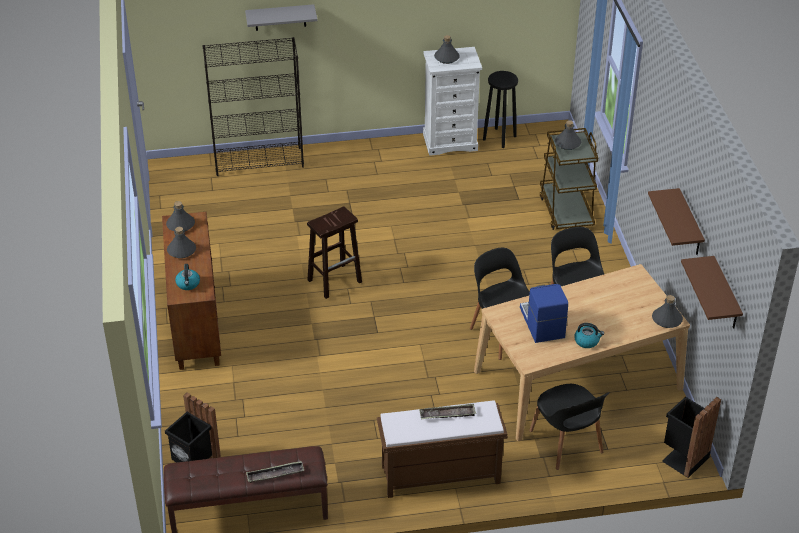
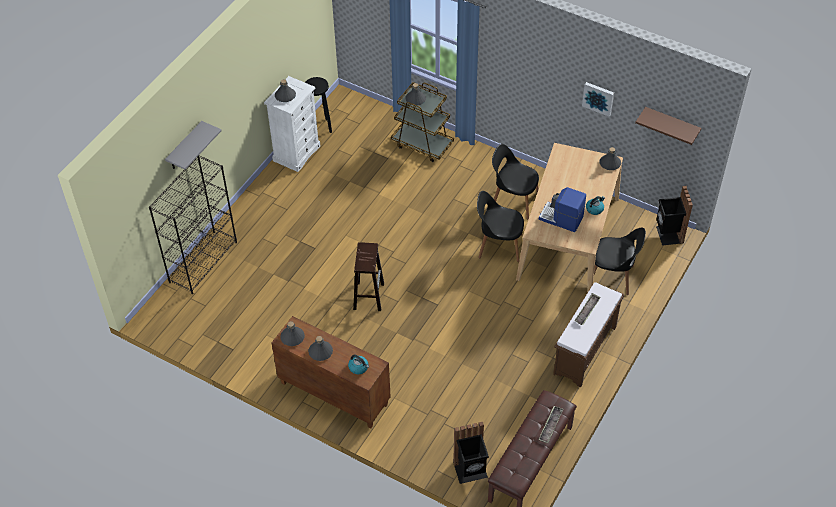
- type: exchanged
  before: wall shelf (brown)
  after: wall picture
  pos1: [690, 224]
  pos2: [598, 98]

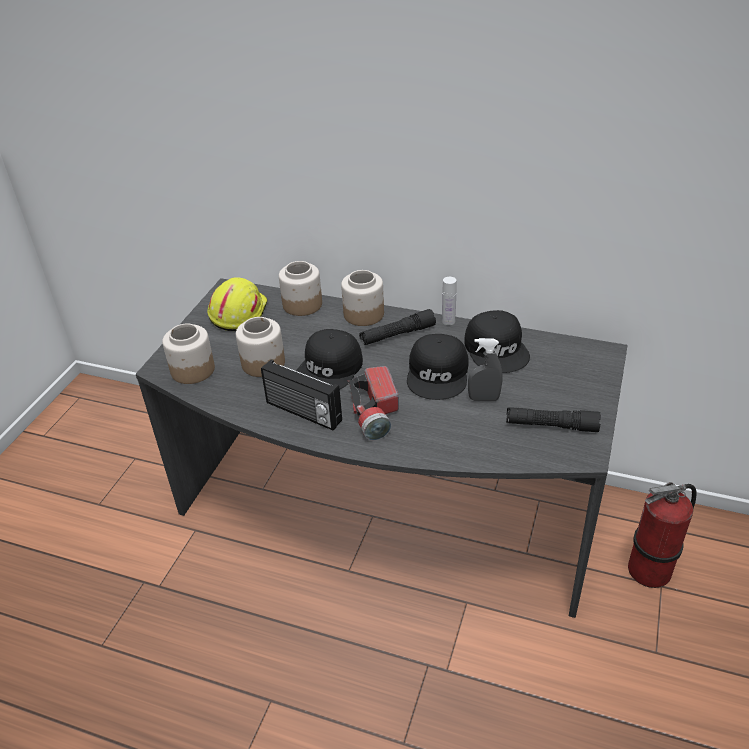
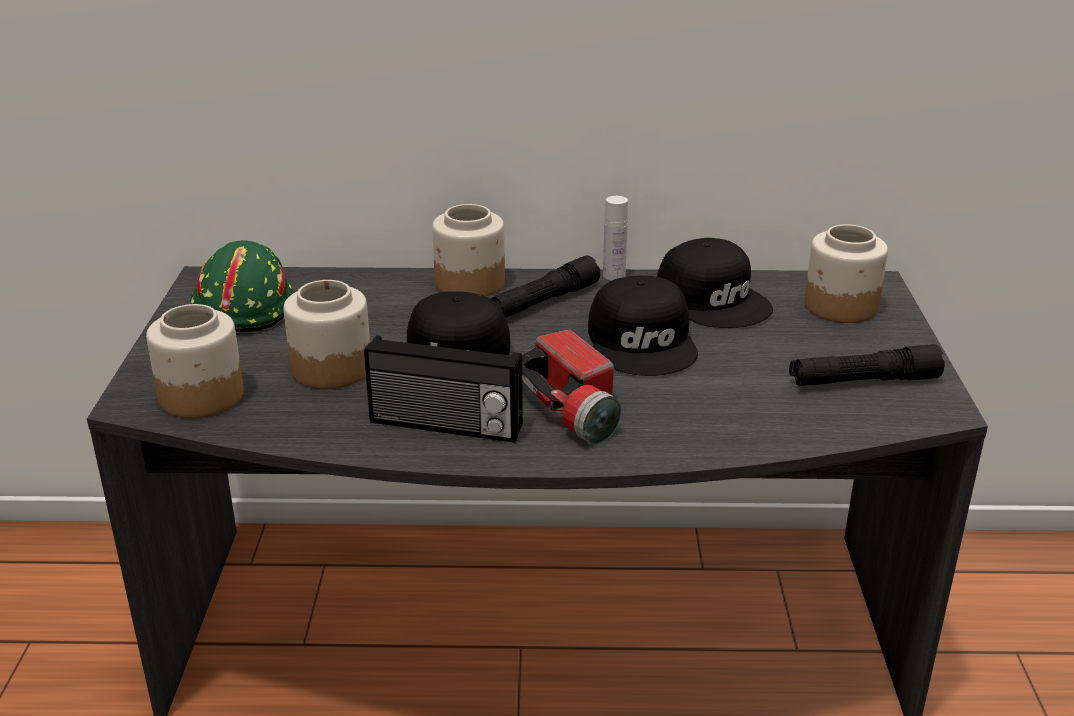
- type: colour
  before: safety helmet (yellowish)
  after: safety helmet (greenish)
  pos1: [237, 312]
  pos2: [243, 307]
- type: relocated
  before: jar
  pos1: [302, 305]
  pos2: [840, 307]
- type: missing
  before: hand sprayer (grey)
  pos1: [483, 399]
- type: missing
  before: extinguisher
  pos1: [650, 570]

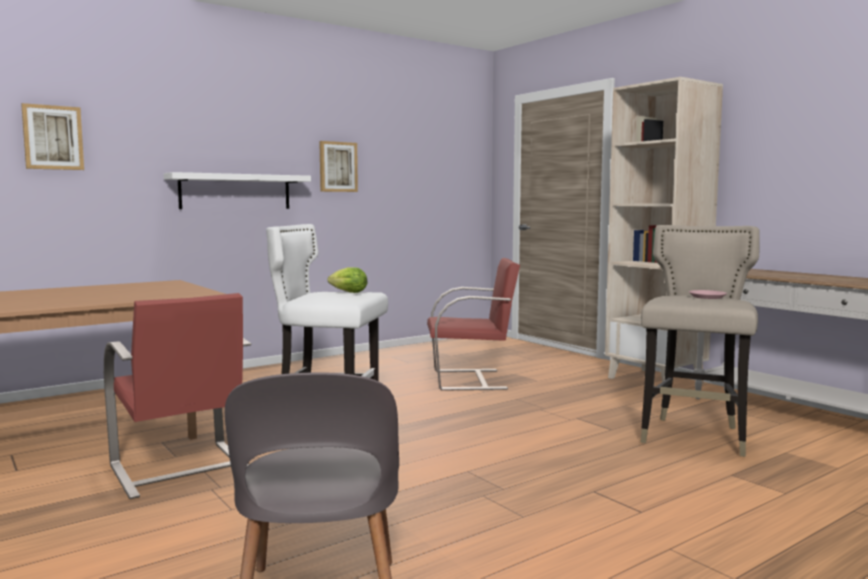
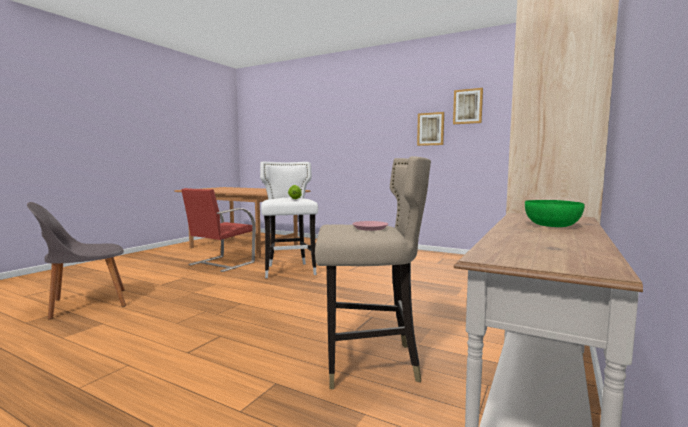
- type: relocated
  before: wall picture
  pos1: [53, 137]
  pos2: [467, 106]
- type: appeared
  after: serving bowl (greenish)
  pos2: [551, 225]
- type: missing
  before: wall shelf (whitish)
  pos1: [235, 192]
- type: missing
  before: upright chair (red-coloured)
  pos1: [471, 380]

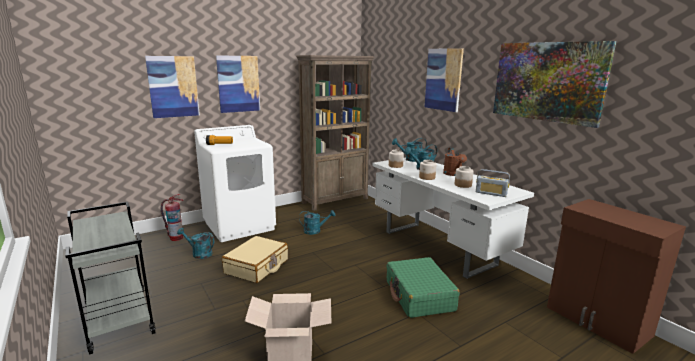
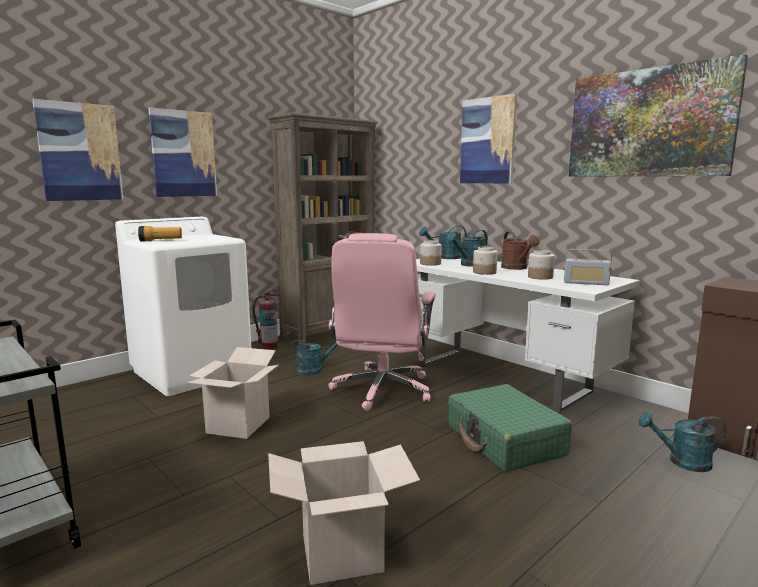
- type: exchanged
  before: travel case (beige-coloured)
  after: packing box
  pos1: [257, 266]
  pos2: [238, 425]
- type: relocated
  before: extinguisher
  pos1: [176, 238]
  pos2: [269, 346]
- type: appeared
  after: desk chair (pinkish)
  pos2: [382, 390]
- type: relocated
  before: sprinkling can (turquoise-coloured)
  pos1: [199, 253]
  pos2: [682, 462]

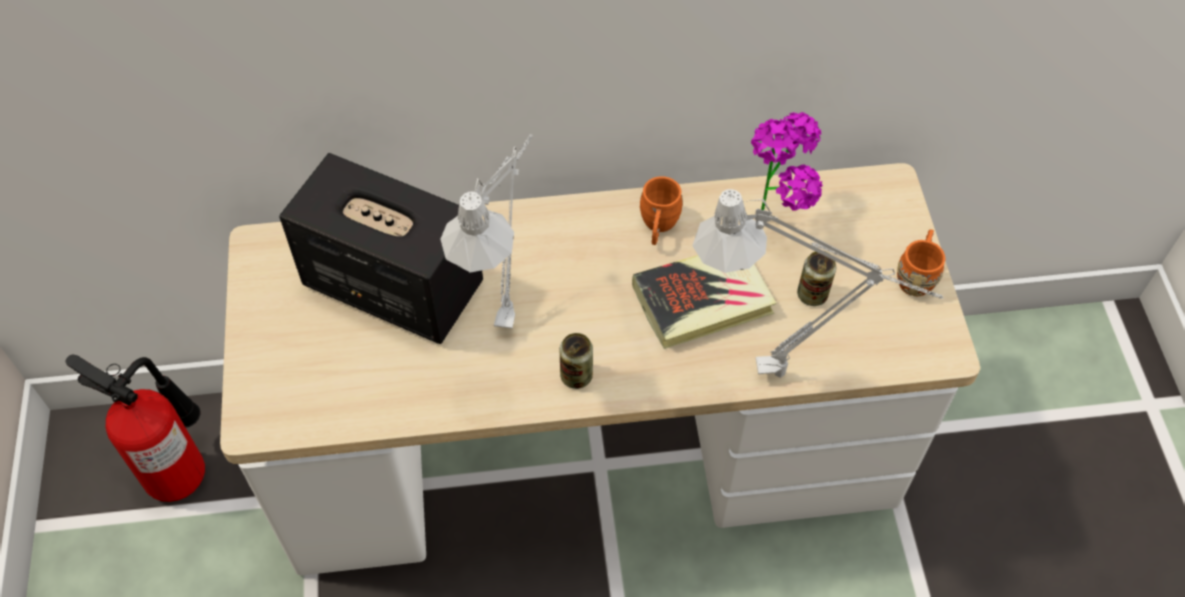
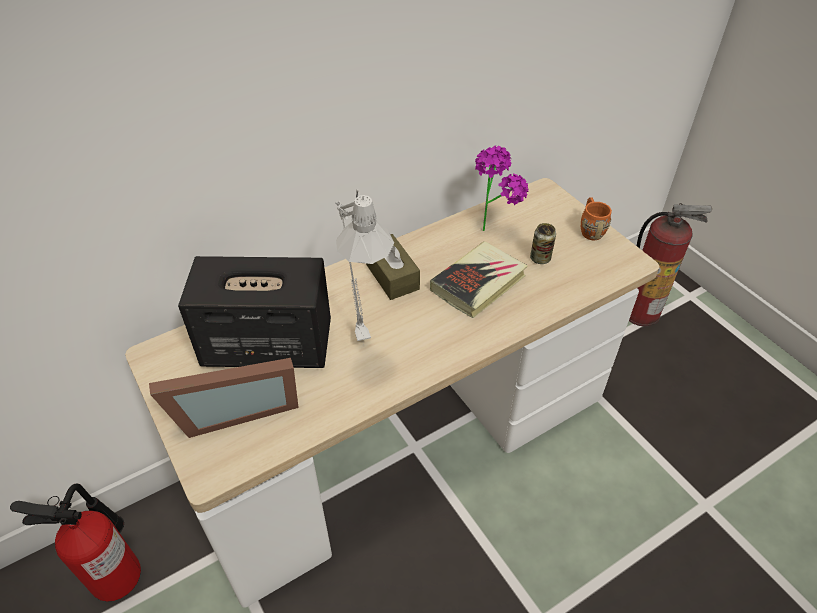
- type: appeared
  after: picture frame
  pos2: [235, 409]
- type: appeared
  after: tissue box (brown)
  pos2: [391, 276]
- type: appeared
  after: extinguisher
  pos2: [641, 312]
- type: missing
  before: metal can
  pos1: [576, 376]
- type: missing
  before: tea mug (orange)
  pos1: [658, 227]
- type: missing
  before: table lamp (grey)
  pos1: [794, 374]

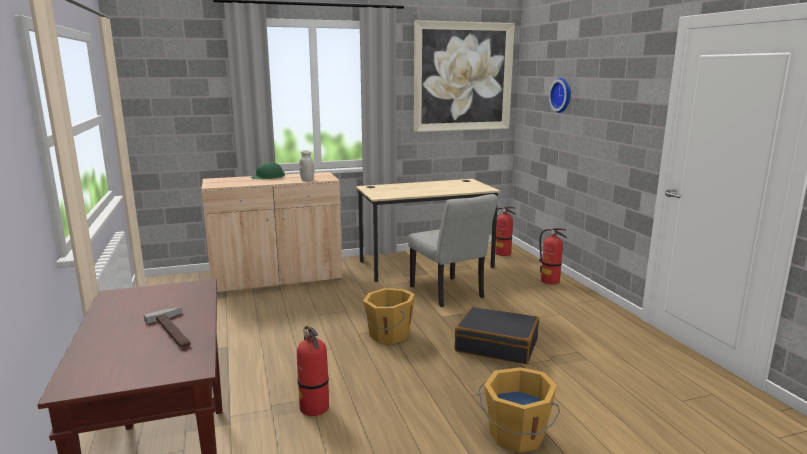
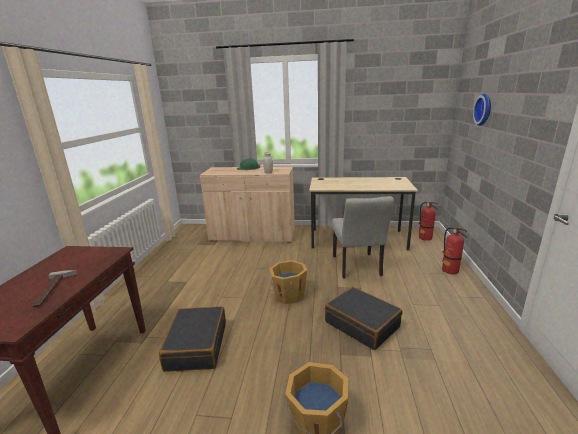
- type: exchanged
  before: extinguisher
  after: travel case (black)
  pos1: [315, 408]
  pos2: [196, 346]
- type: missing
  before: wall picture
  pos1: [463, 77]

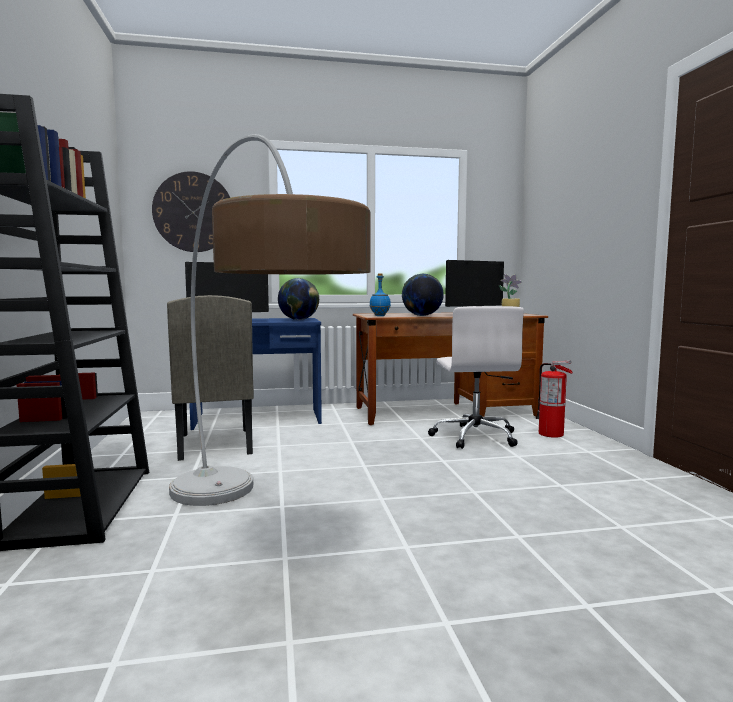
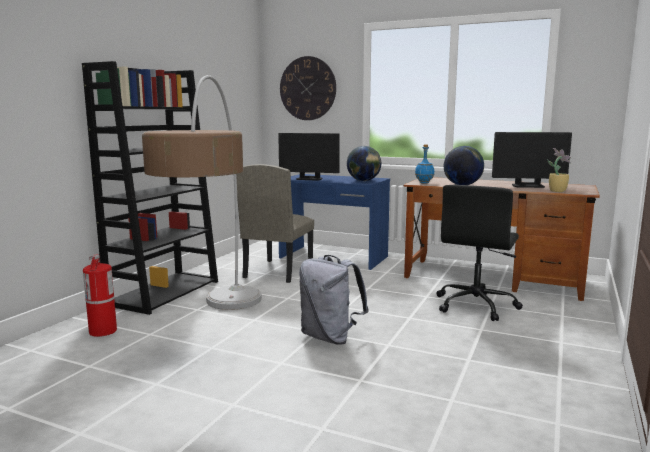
- type: relocated
  before: extinguisher
  pos1: [551, 434]
  pos2: [103, 331]
- type: appeared
  after: knapsack (grey)
  pos2: [330, 337]
- type: colour
  before: desk chair (whitish)
  after: desk chair (black)
  pos1: [475, 437]
  pos2: [476, 305]

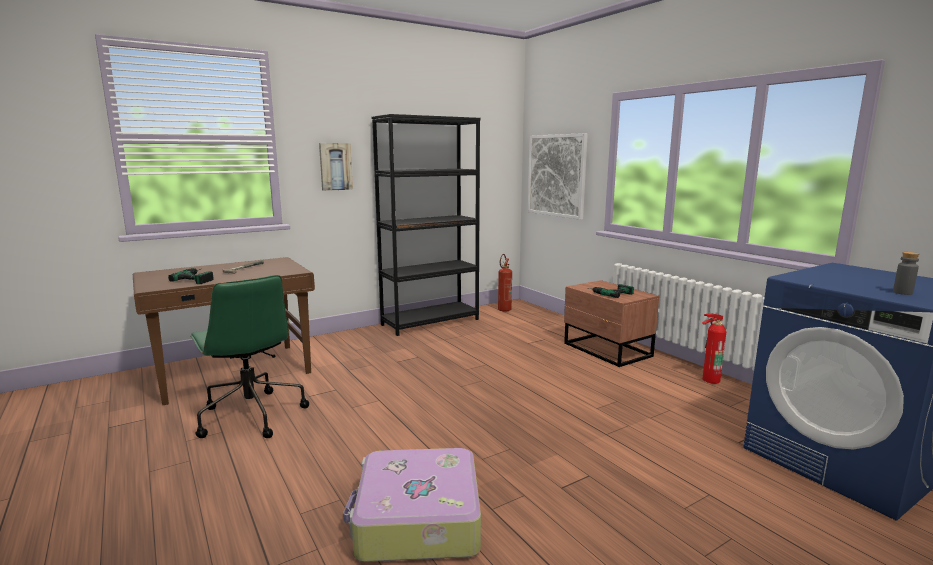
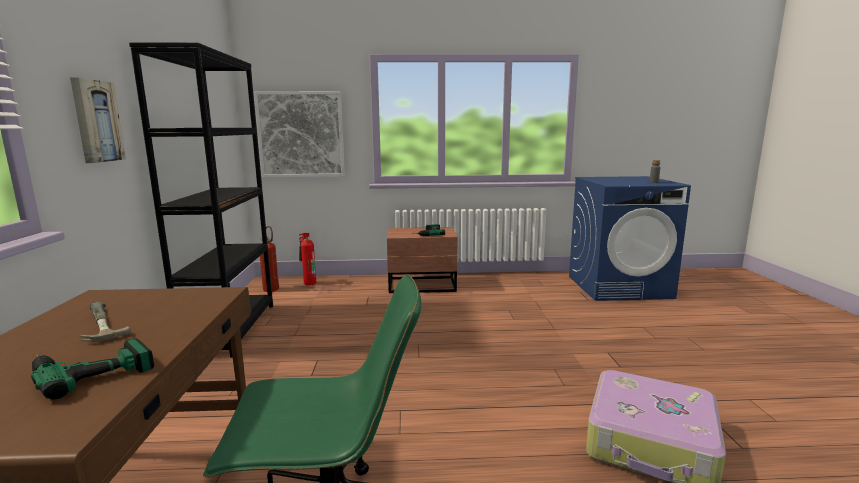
- type: relocated
  before: extinguisher
  pos1: [708, 379]
  pos2: [308, 283]

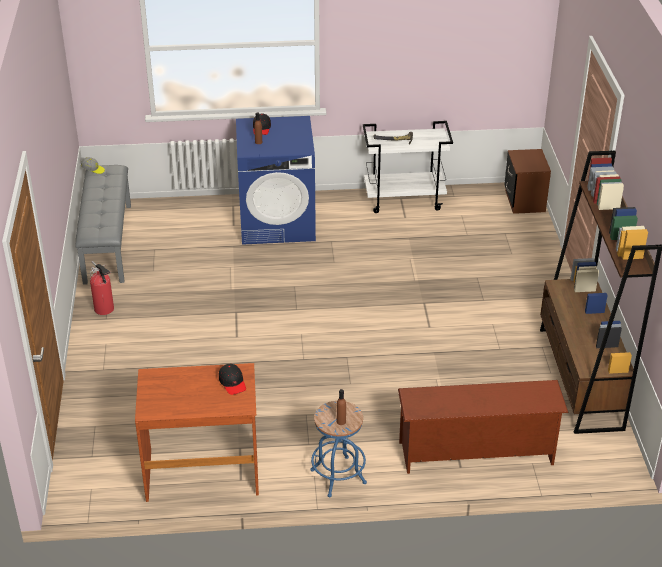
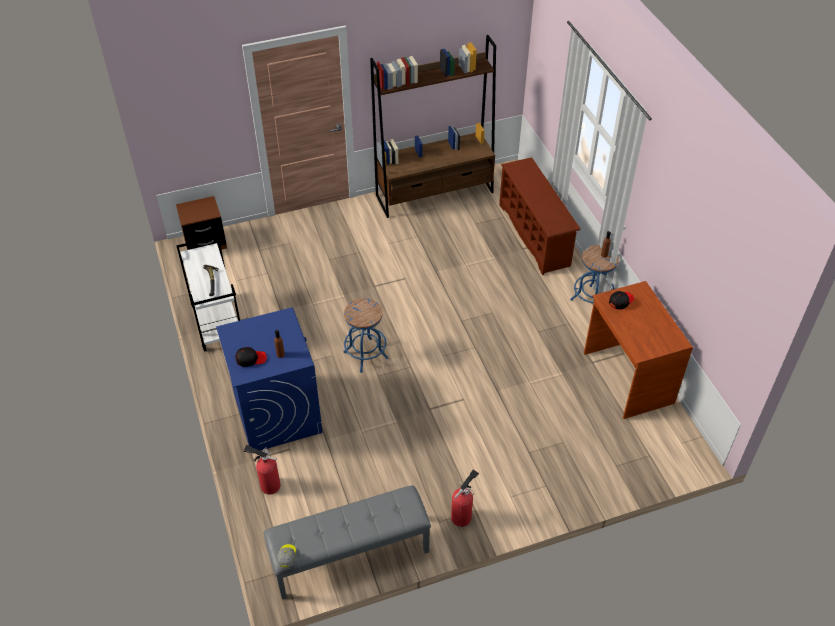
- type: appeared
  after: extinguisher
  pos2: [268, 485]
- type: appeared
  after: sitting stool (blue-coloured)
  pos2: [365, 355]

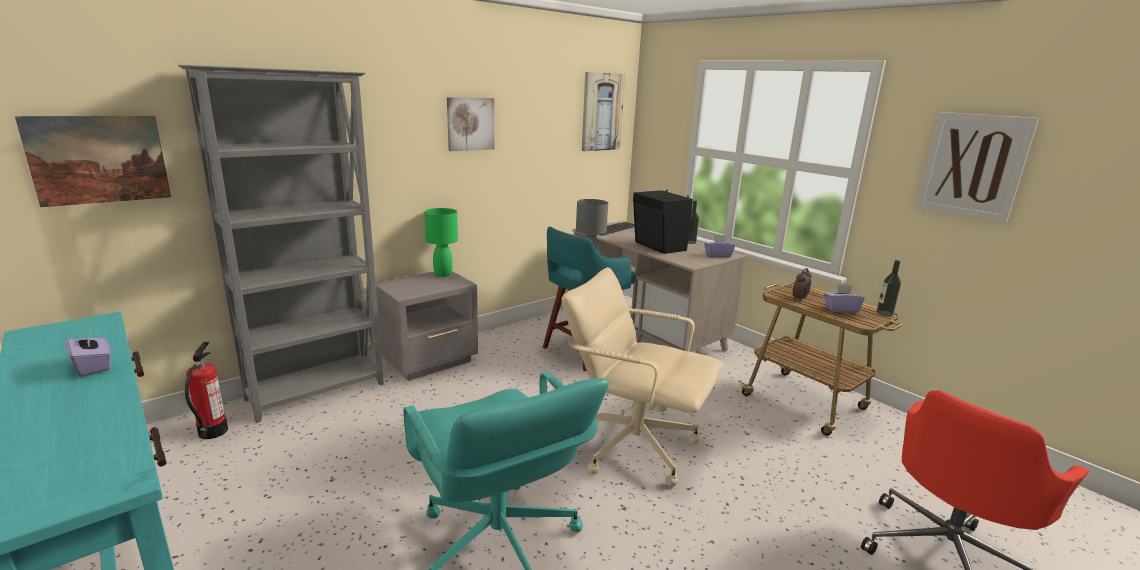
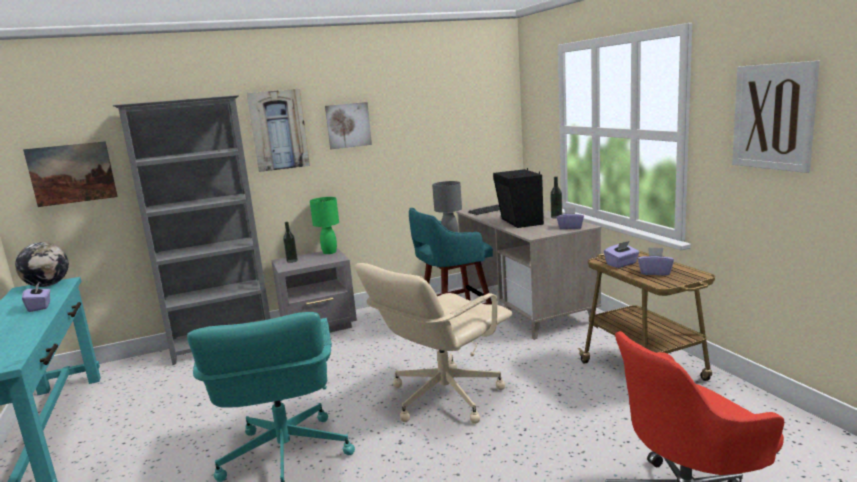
- type: appeared
  after: desk globe
  pos2: [48, 285]
- type: relocated
  before: wall picture
  pos1: [601, 112]
  pos2: [278, 130]
- type: relocated
  before: beverage bottle
  pos1: [884, 313]
  pos2: [292, 261]
- type: spun
  before: desk chair (beige-coloured)
  pos1: [633, 445]
  pos2: [443, 397]
  turn: -90
- type: exchanged
  before: alarm clock
  after: tissue box (purplish)
  pos1: [800, 299]
  pos2: [621, 264]
- type: missing
  before: extinguisher
  pos1: [213, 431]

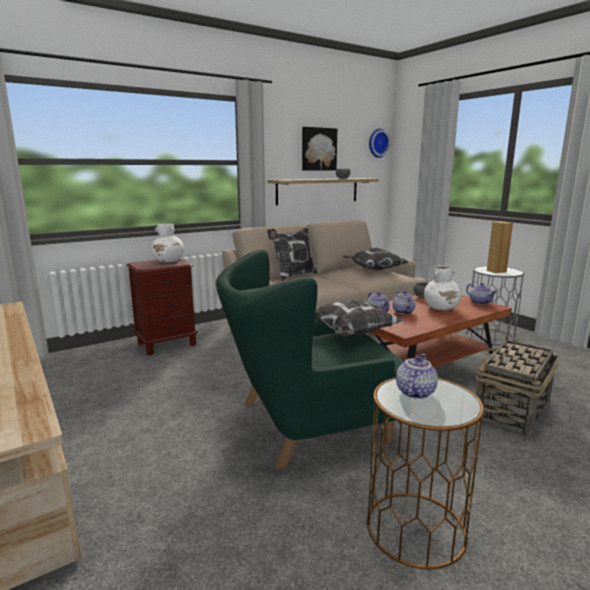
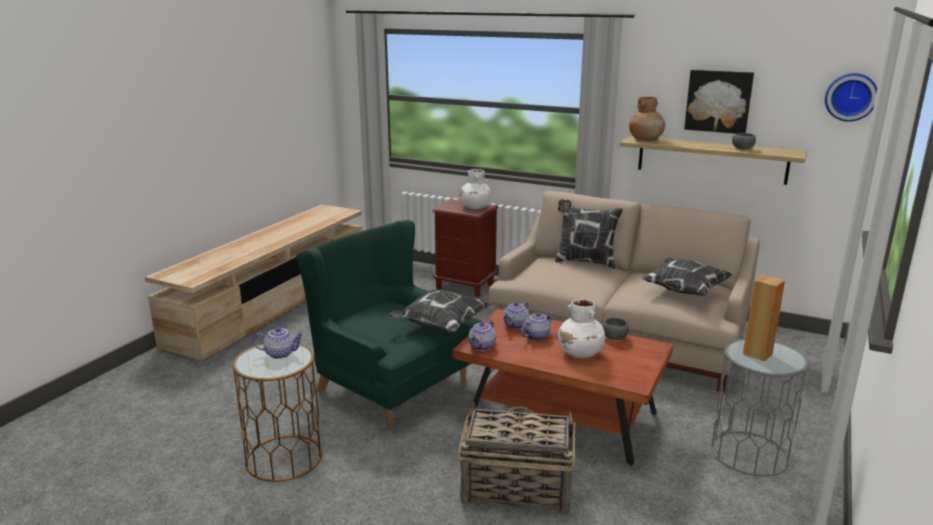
- type: relocated
  before: tea pot
  pos1: [480, 302]
  pos2: [482, 346]
- type: appeared
  after: flower vase (brown)
  pos2: [646, 139]

